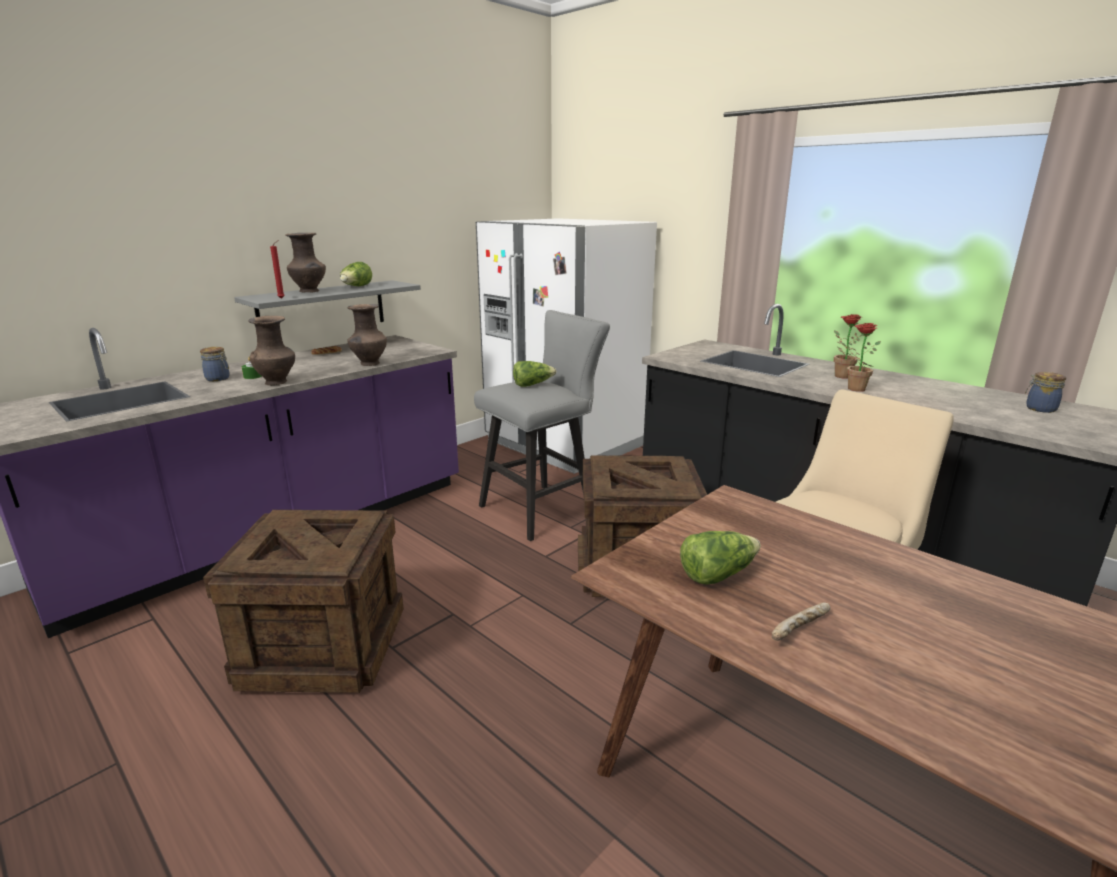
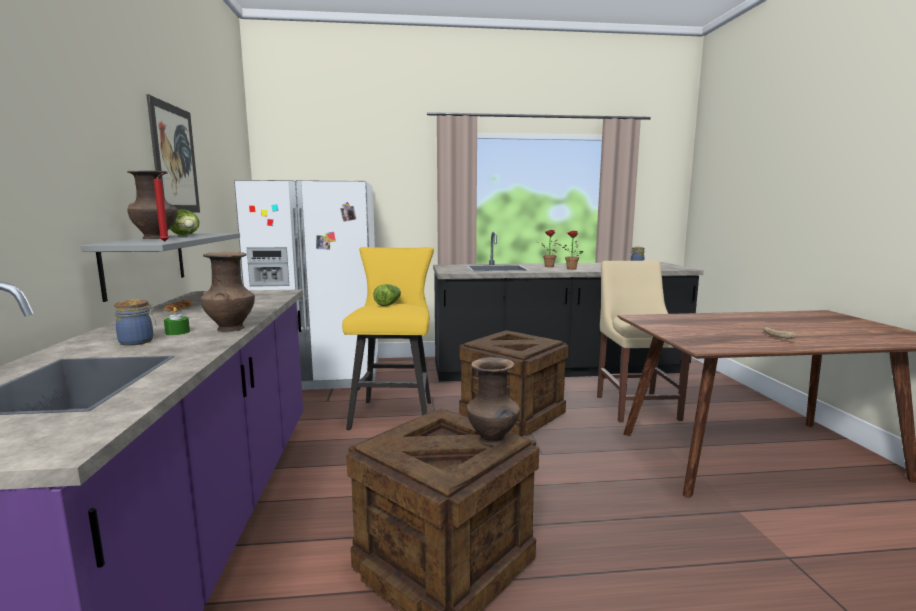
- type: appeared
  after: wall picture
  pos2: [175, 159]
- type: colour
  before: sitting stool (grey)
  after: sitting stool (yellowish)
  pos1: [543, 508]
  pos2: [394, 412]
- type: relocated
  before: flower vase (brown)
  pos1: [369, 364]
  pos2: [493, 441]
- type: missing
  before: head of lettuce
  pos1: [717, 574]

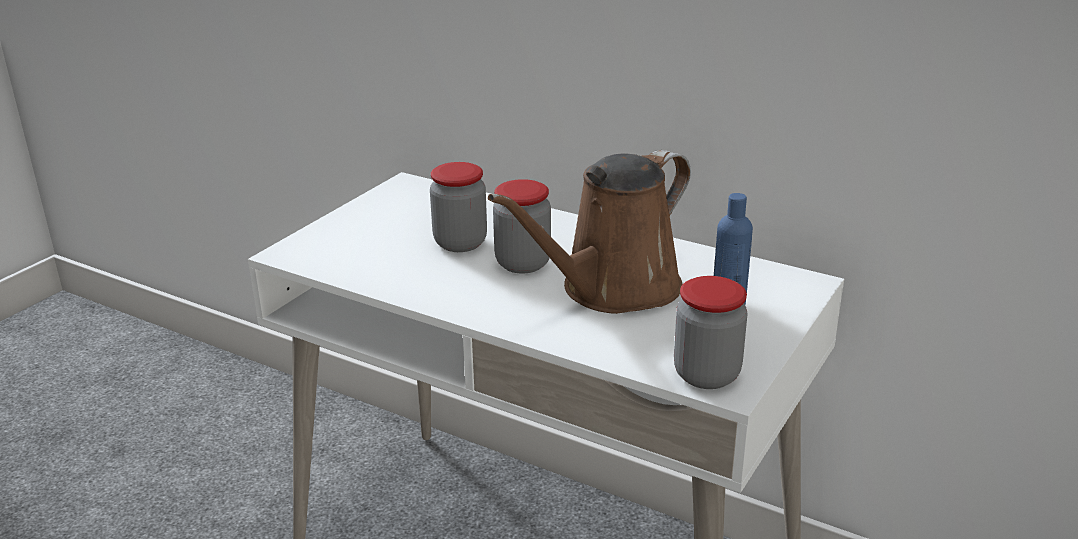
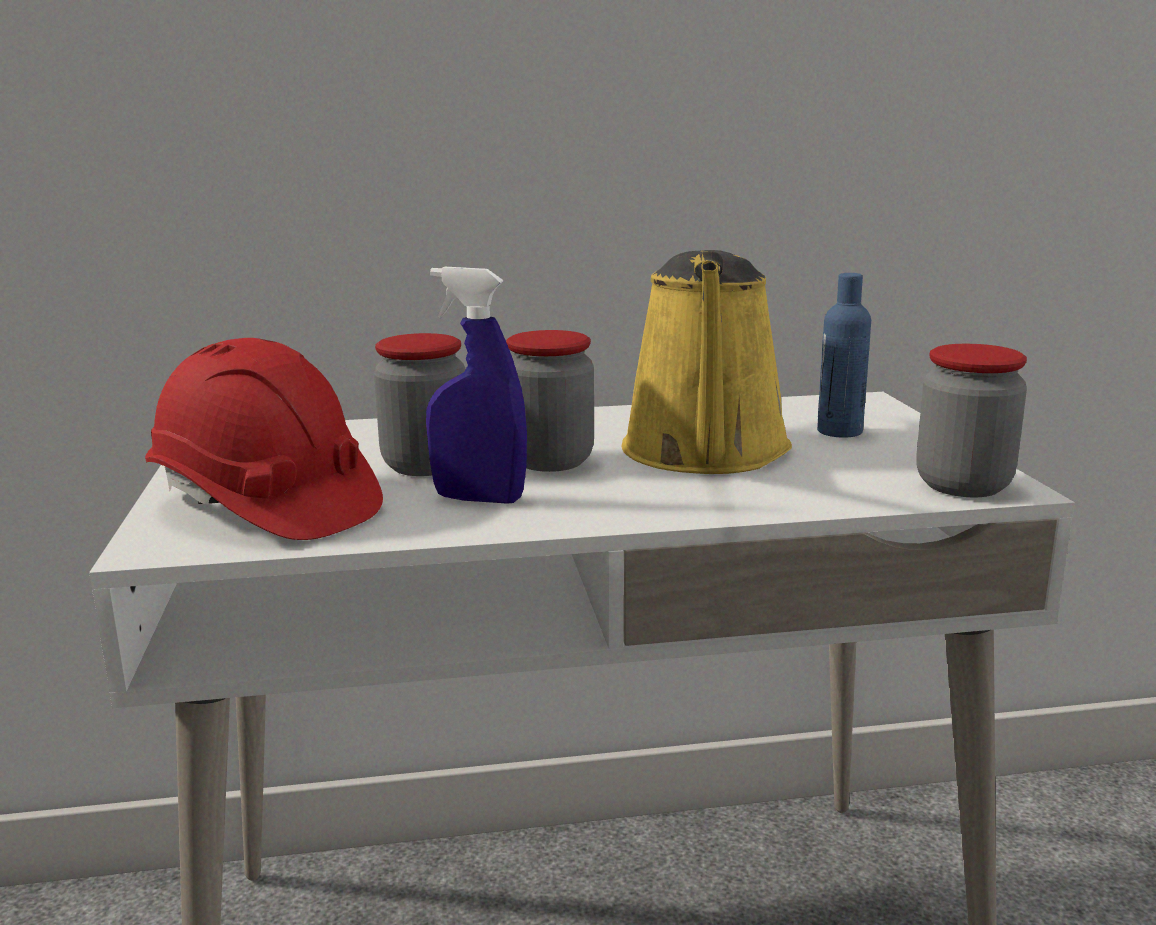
- type: appeared
  after: safety helmet (red-coloured)
  pos2: [265, 505]
- type: appeared
  after: hand sprayer (blue-coloured)
  pos2: [479, 498]
- type: colour
  before: sprinkling can (brown)
  after: sprinkling can (yellowish)
  pos1: [612, 290]
  pos2: [706, 453]

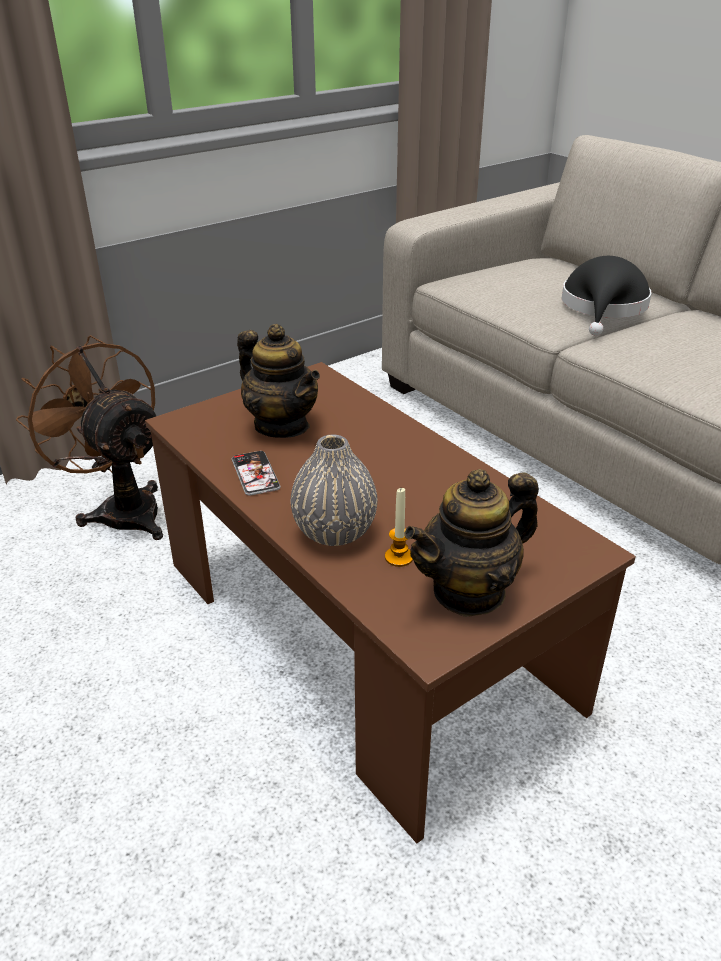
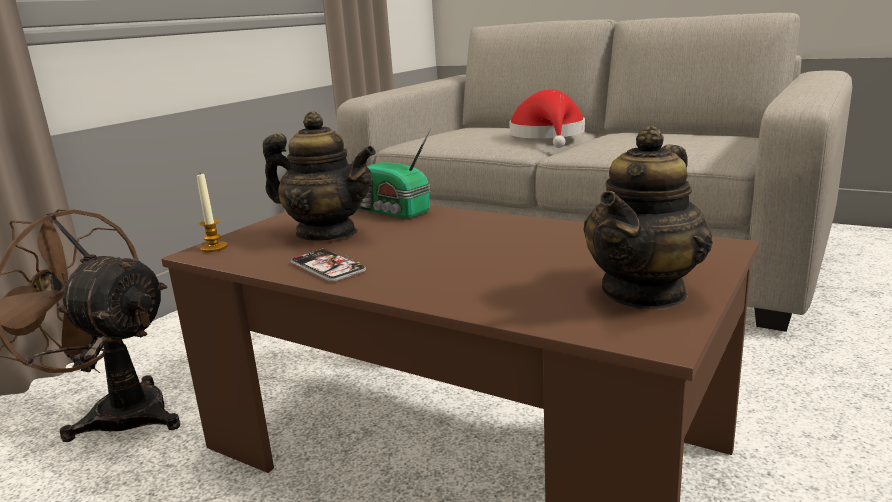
- type: relocated
  before: candle
  pos1: [399, 557]
  pos2: [214, 247]
- type: appeared
  after: radio receiver
  pos2: [391, 211]
- type: colour
  before: hat (black)
  after: hat (red-coloured)
  pos1: [603, 308]
  pos2: [548, 136]
- type: missing
  before: flower vase (grey)
  pos1: [334, 532]

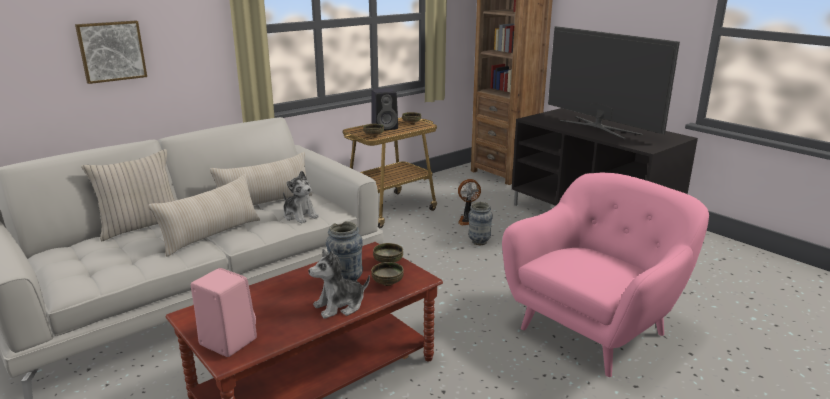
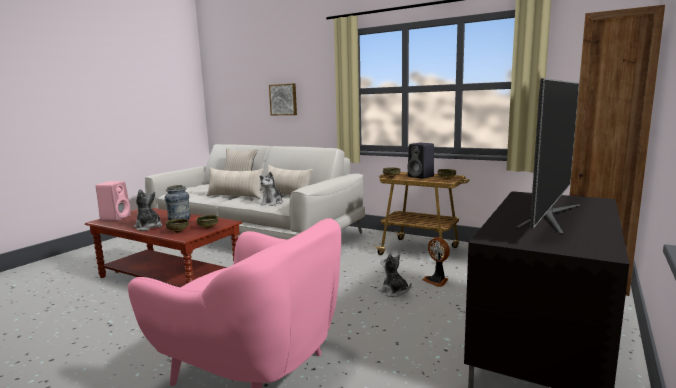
- type: exchanged
  before: flower vase
  after: plush toy
  pos1: [479, 242]
  pos2: [394, 292]

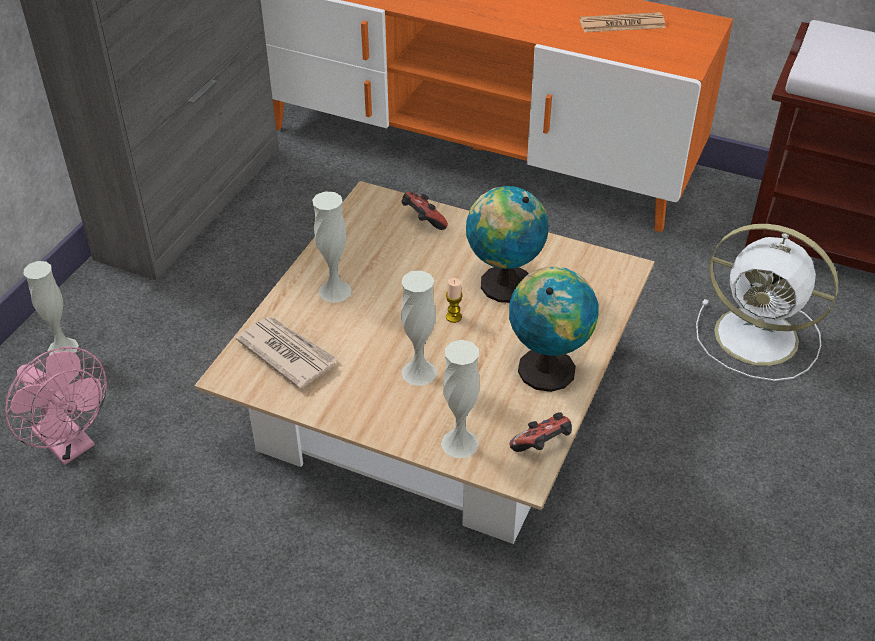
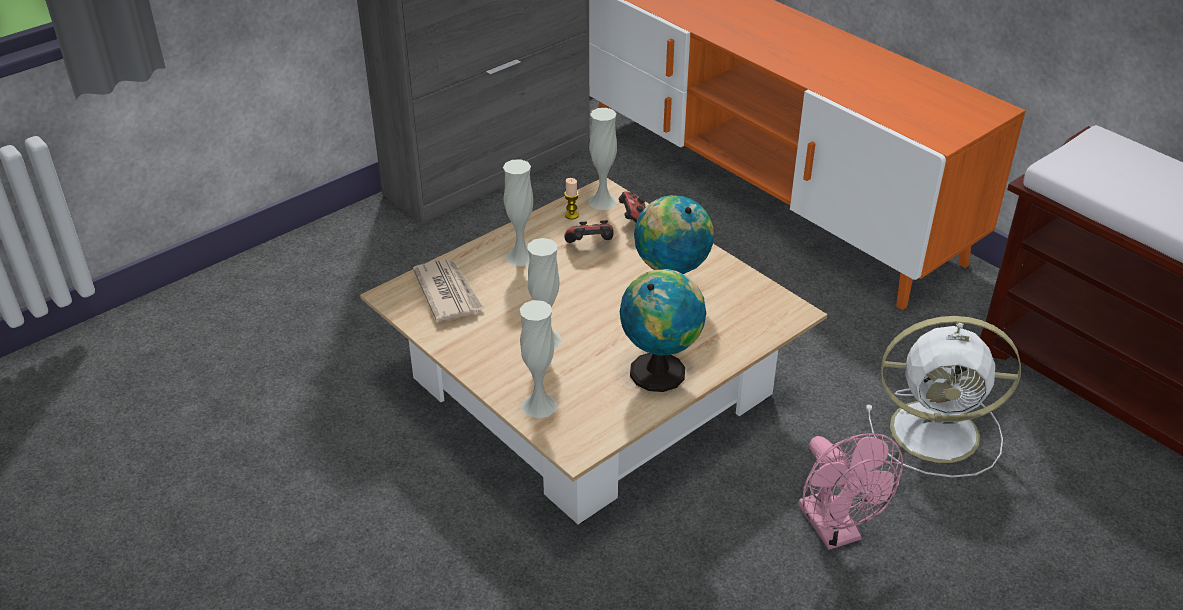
- type: relocated
  before: candle
  pos1: [453, 317]
  pos2: [571, 215]
- type: relocated
  before: game controller
  pos1: [542, 446]
  pos2: [590, 246]
- type: relocated
  before: flower vase (whitish)
  pos1: [63, 348]
  pos2: [602, 201]
- type: relocated
  before: fan (pinkish)
  pos1: [70, 445]
  pos2: [835, 531]
- type: spun
  before: fan (whitish)
  pos1: [760, 337]
  pos2: [938, 432]
  turn: -45
- type: missing
  before: daily paper
  pos1: [622, 24]

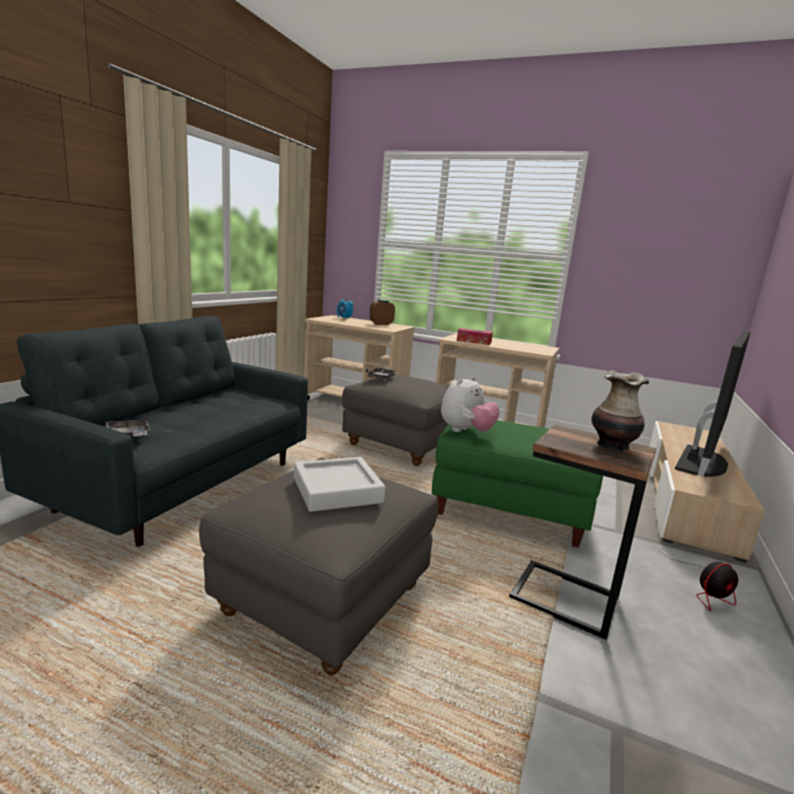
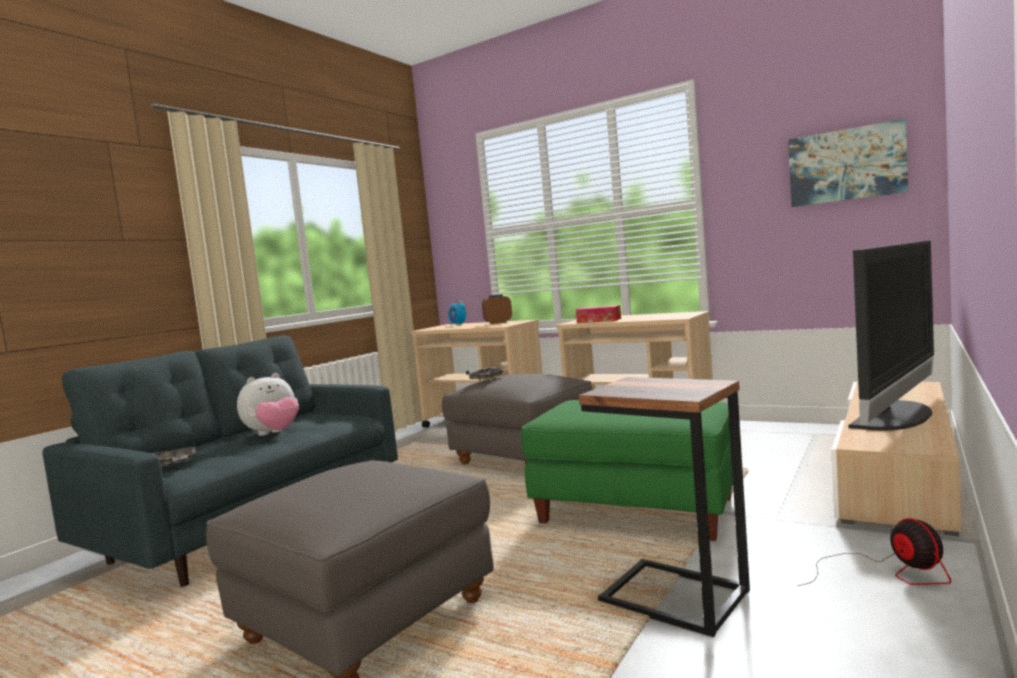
- type: relocated
  before: plush toy
  pos1: [466, 431]
  pos2: [273, 434]
- type: appeared
  after: wall picture
  pos2: [846, 165]
- type: spun
  before: fan
  pos1: [708, 591]
  pos2: [886, 573]
  turn: -90
- type: missing
  before: carrying tray (grey)
  pos1: [337, 490]
- type: missing
  before: flower vase
  pos1: [613, 446]

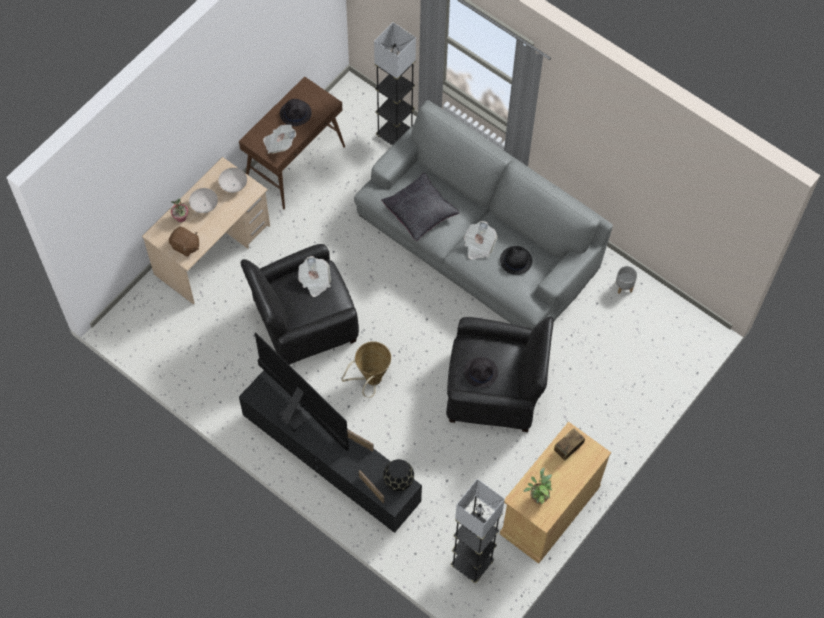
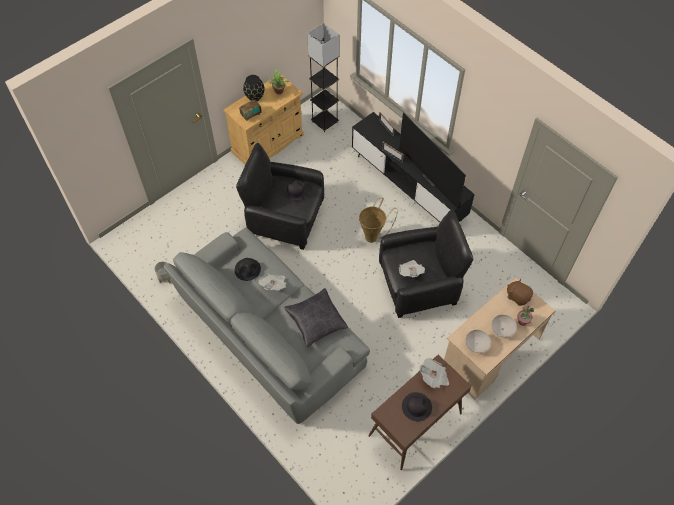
- type: relocated
  before: flower vase (black)
  pos1: [398, 481]
  pos2: [255, 96]
- type: missing
  before: standing lamp (grey)
  pos1: [395, 135]

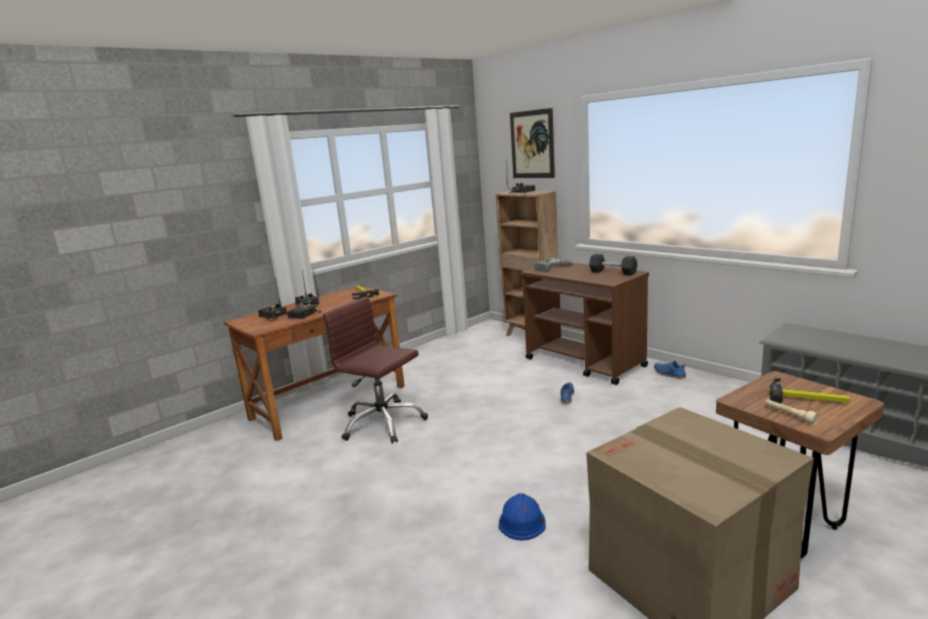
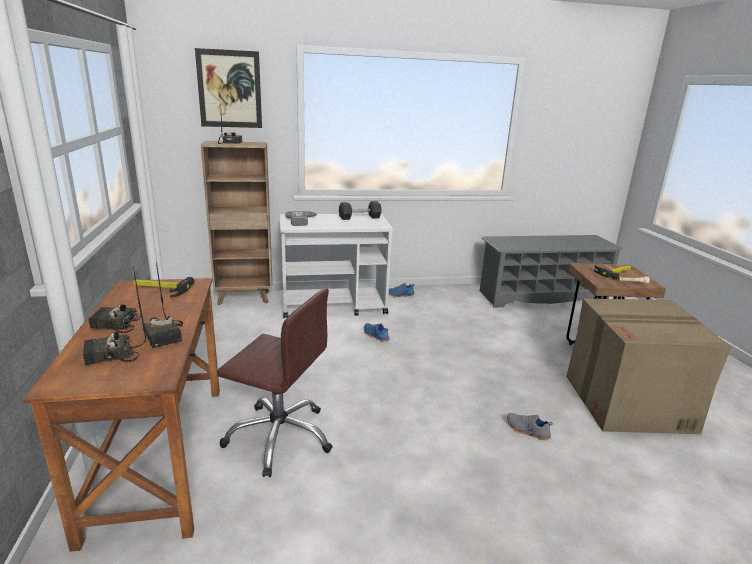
- type: spun
  before: desk chair (brown)
  pos1: [382, 423]
  pos2: [280, 436]
  turn: -135
- type: colour
  before: cart (brown)
  after: cart (whitish)
  pos1: [585, 363]
  pos2: [334, 306]
- type: exchanged
  before: safety helmet (blue-coloured)
  after: shoe (grey)
  pos1: [521, 519]
  pos2: [527, 431]

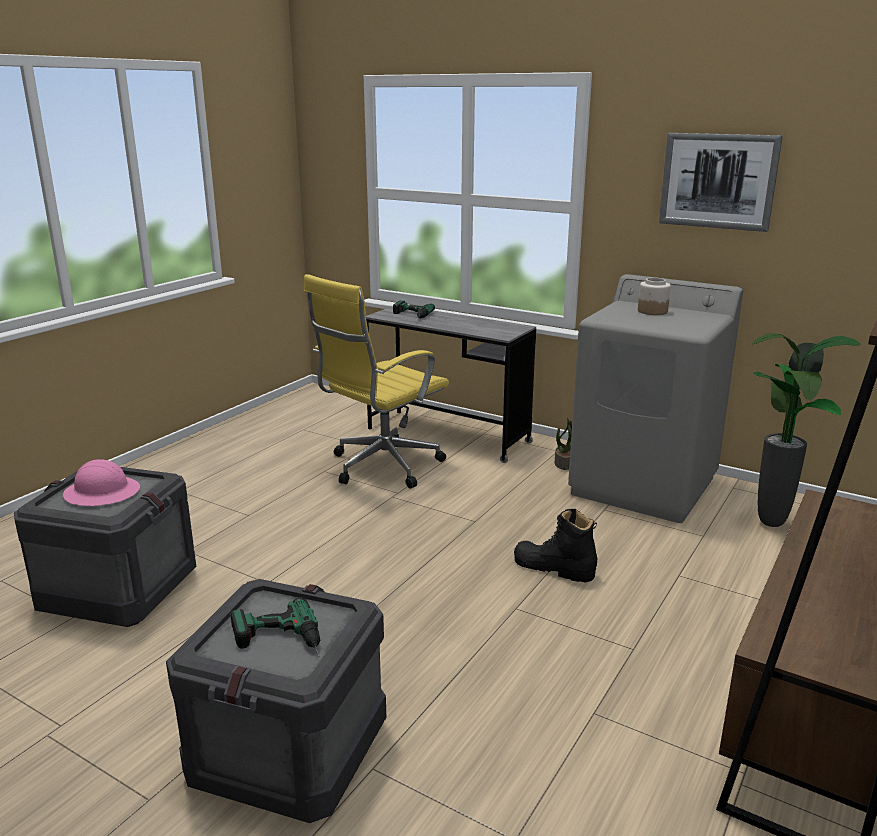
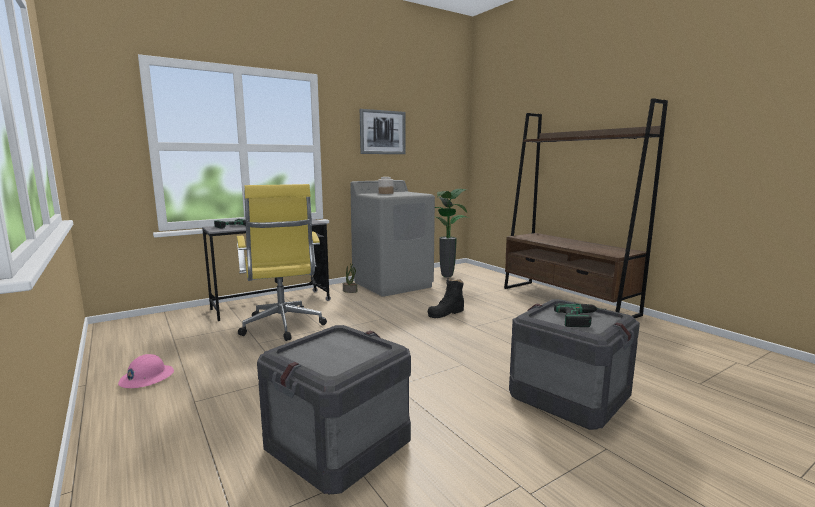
- type: relocated
  before: safety helmet (pinkish)
  pos1: [102, 493]
  pos2: [146, 378]

